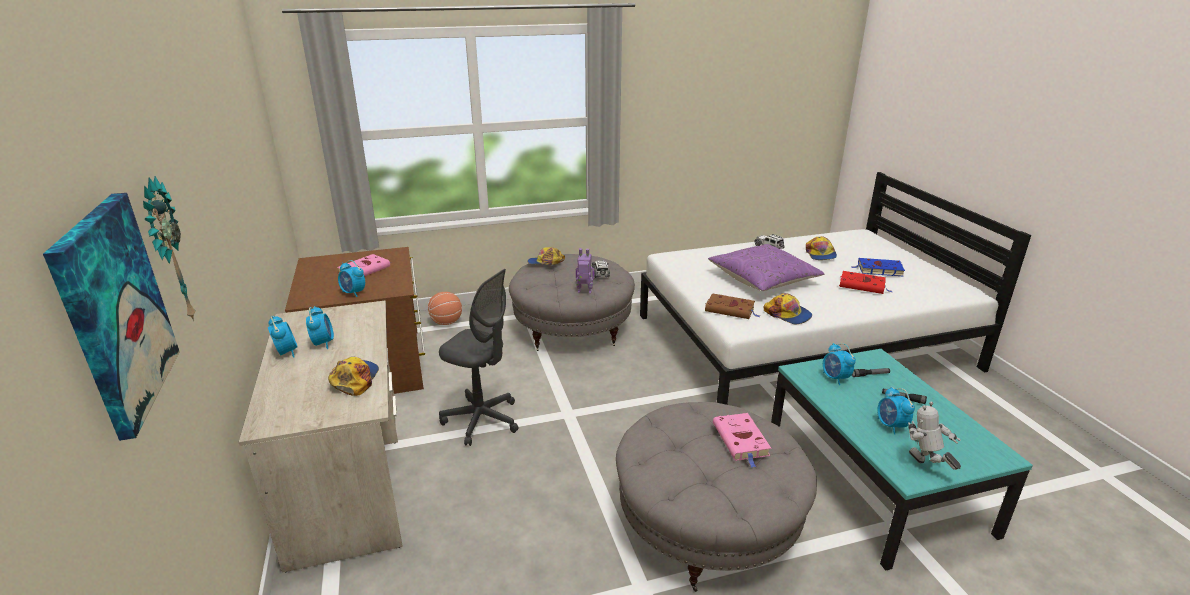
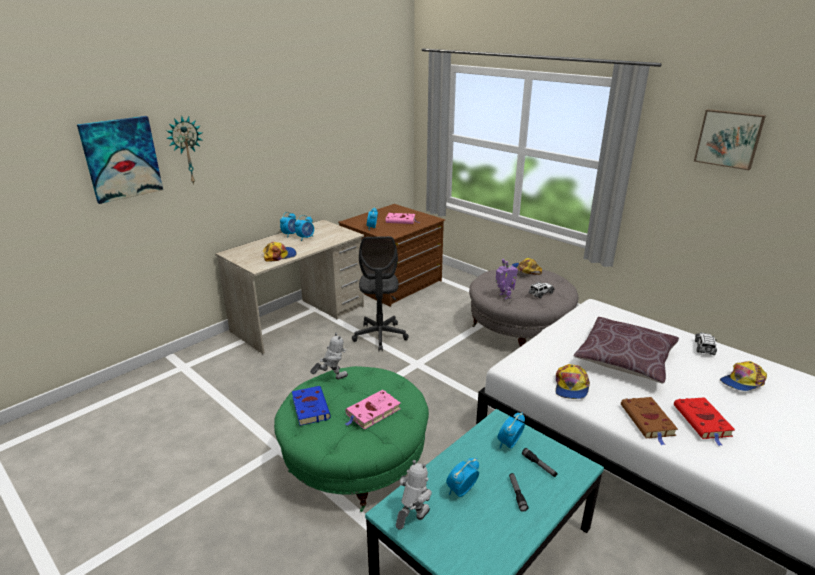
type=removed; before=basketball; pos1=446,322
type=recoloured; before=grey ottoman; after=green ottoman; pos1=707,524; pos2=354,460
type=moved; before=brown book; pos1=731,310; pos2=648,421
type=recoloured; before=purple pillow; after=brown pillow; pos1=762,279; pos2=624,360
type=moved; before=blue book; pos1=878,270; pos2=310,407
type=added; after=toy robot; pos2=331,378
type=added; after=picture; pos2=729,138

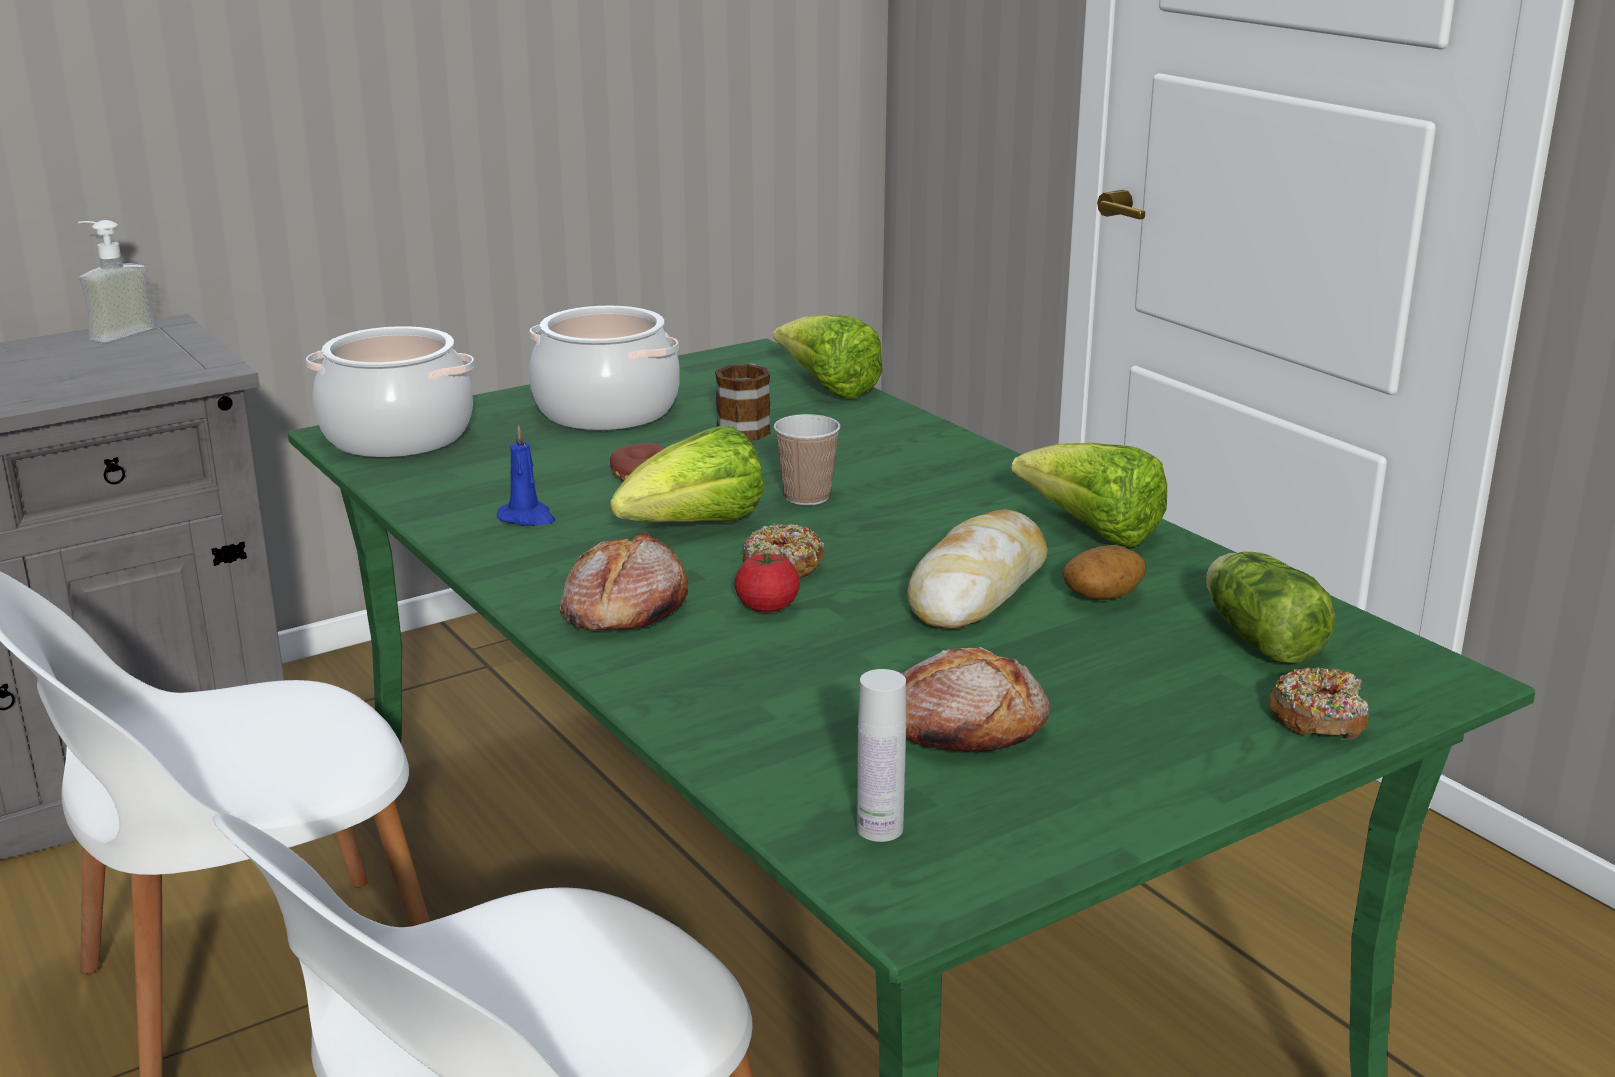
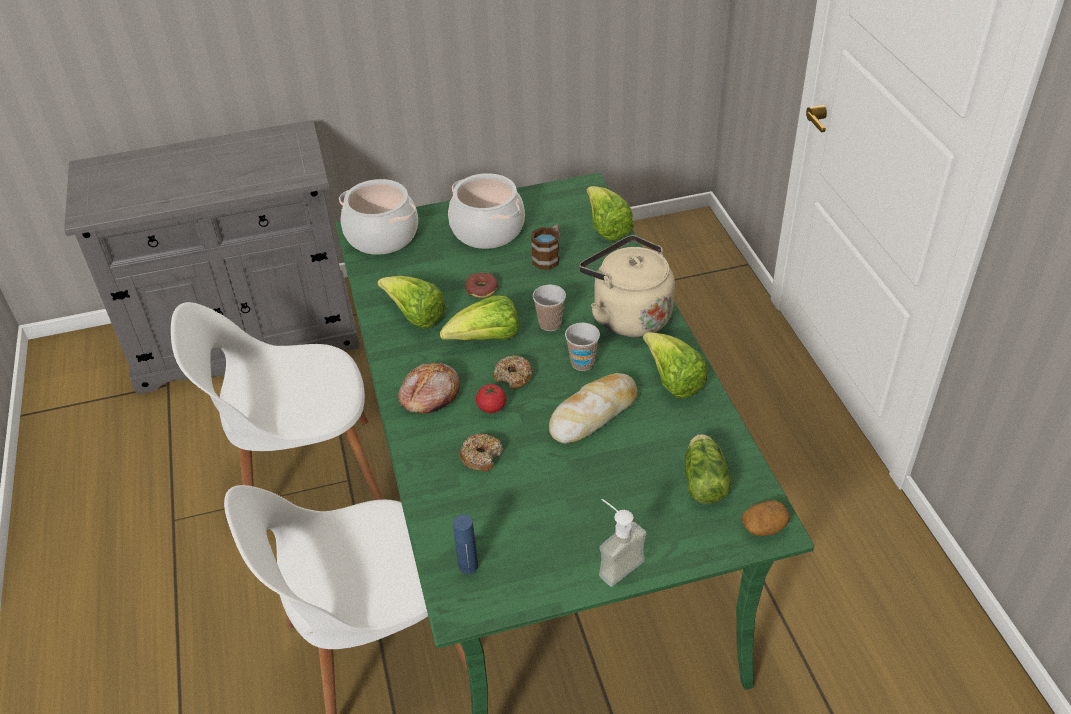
type=moved; before=soap dispenser; pos1=114,332; pos2=614,562
type=replaced; before=blue candle; after=lettuce; pos1=527,518; pos2=415,316
type=recoloured; before=white bottle; after=blue bottle; pos1=879,828; pos2=468,565
type=removed; before=bread; pos1=962,726
type=moved; before=potato; pos1=1102,595; pos2=764,527
type=moved; before=donut; pos1=1318,718; pos2=481,456
type=added; after=cup; pos2=582,363
type=added; after=beige kettle; pos2=627,315

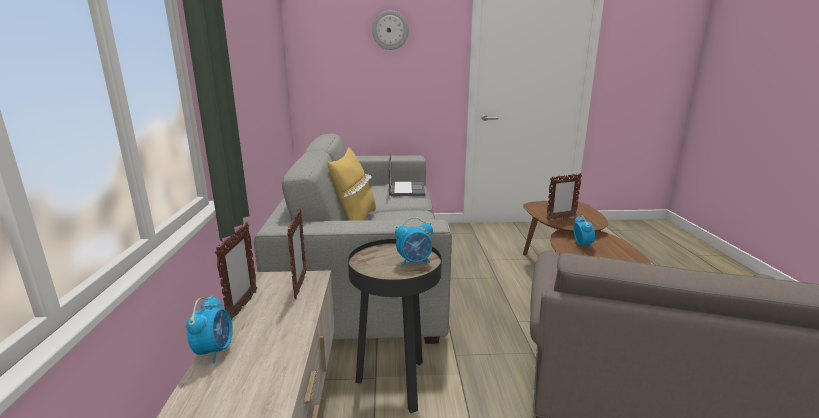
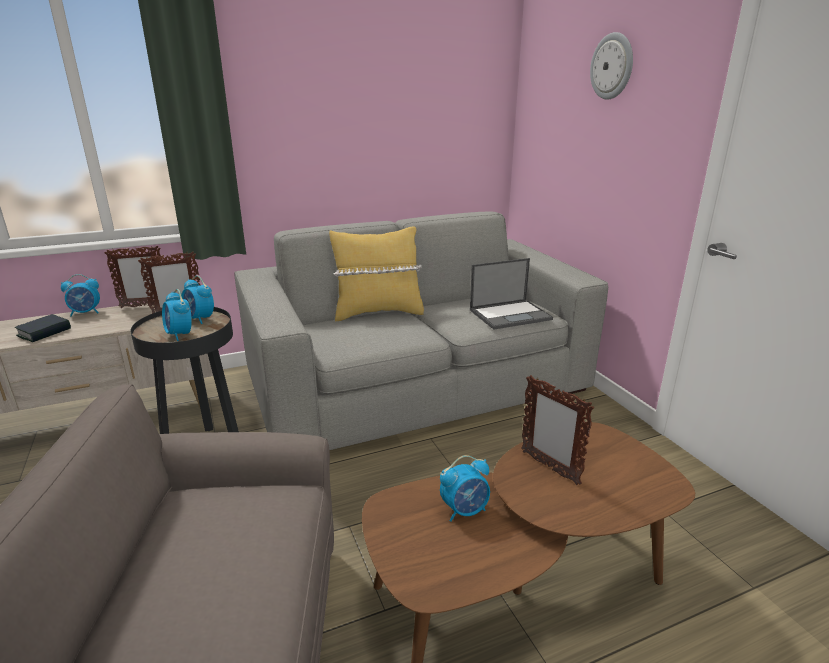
type=added; after=book; pos2=44,332
type=added; after=alarm clock; pos2=200,319

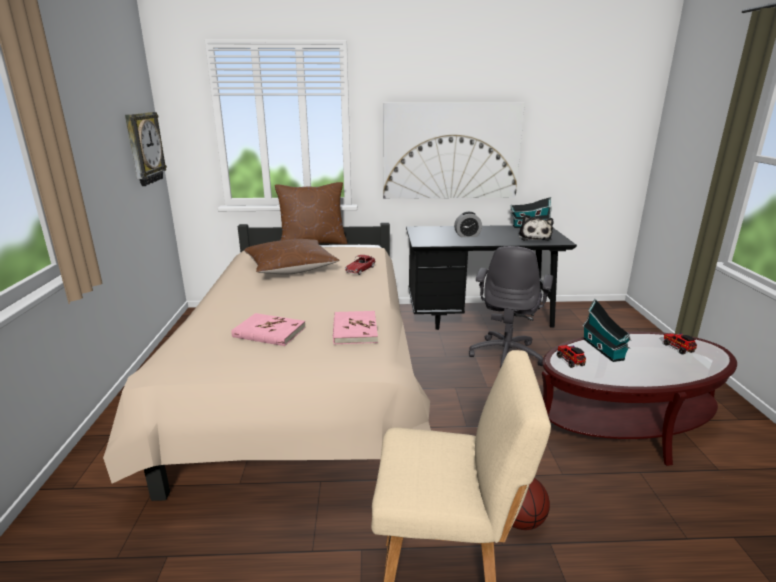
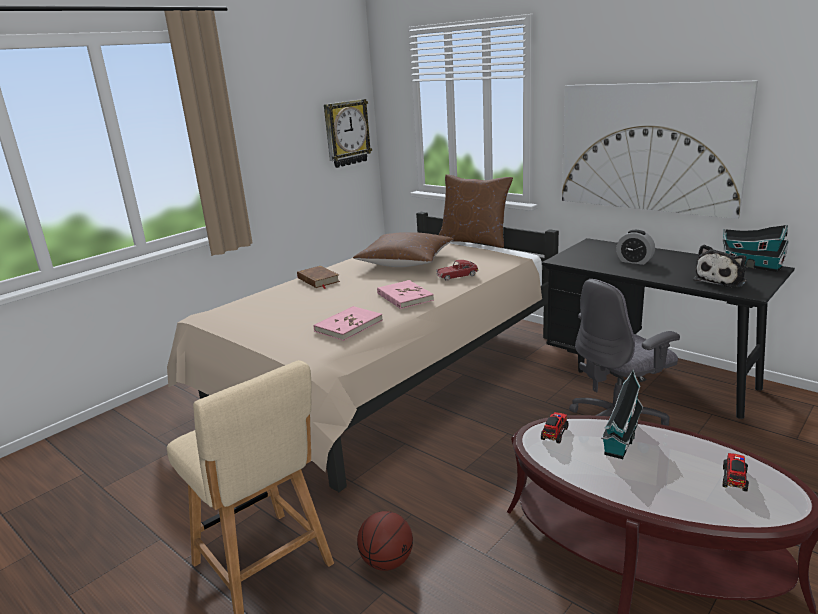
type=moved; before=pink book; pos1=269,332; pos2=404,297
type=added; after=brown book; pos2=318,280

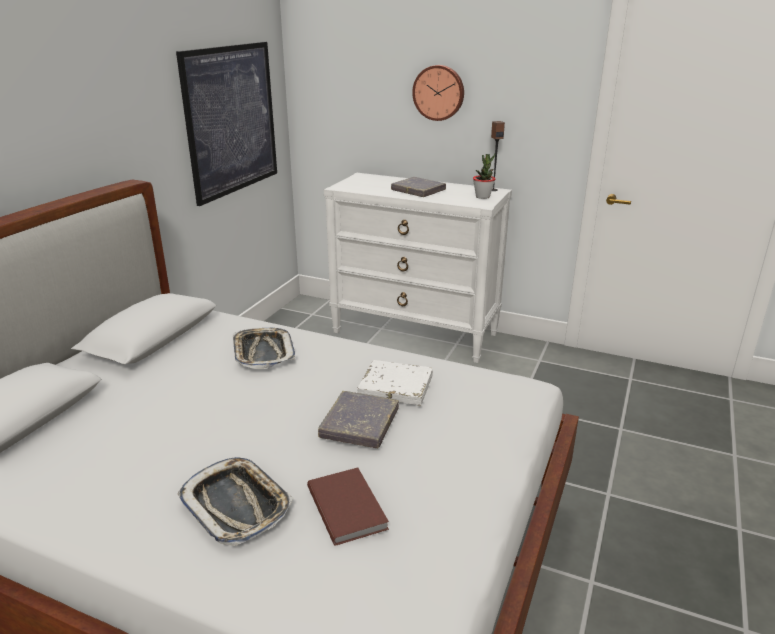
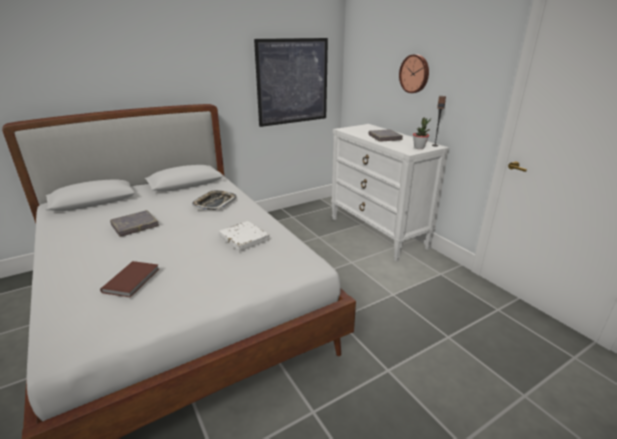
type=removed; before=tray; pos1=237,505
type=moved; before=grey book; pos1=359,424; pos2=135,226

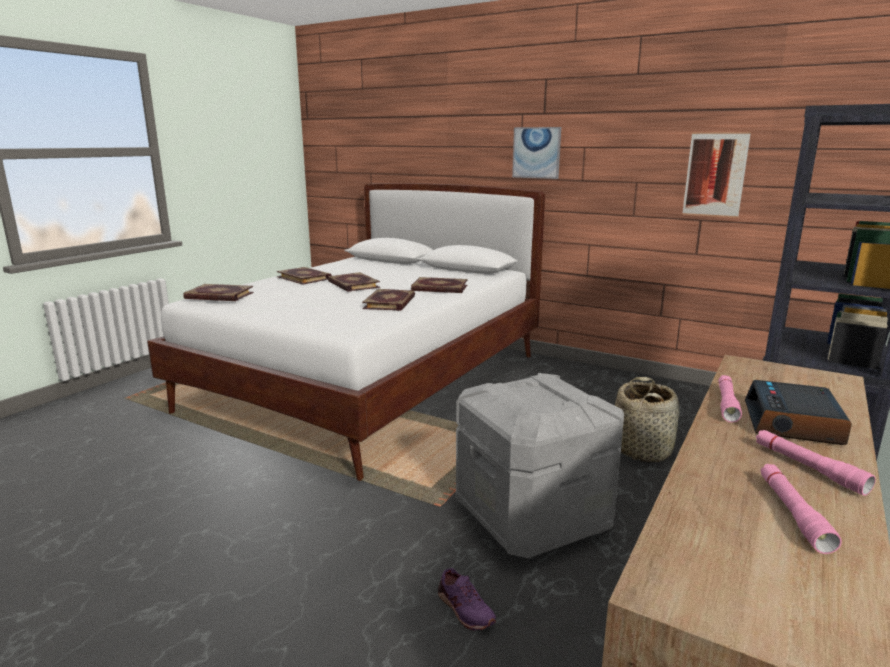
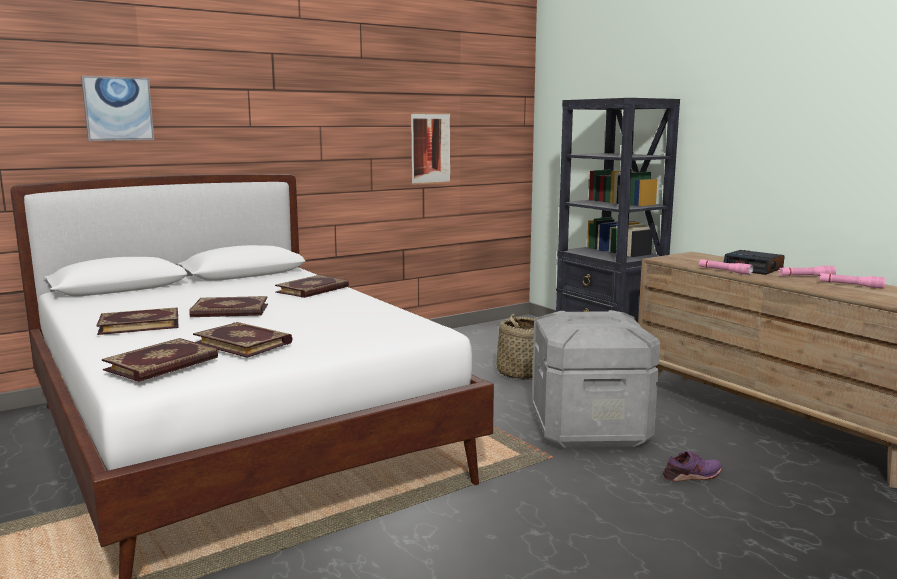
type=moved; before=book; pos1=390,302; pos2=244,342
type=moved; before=picture; pos1=536,152; pos2=118,109

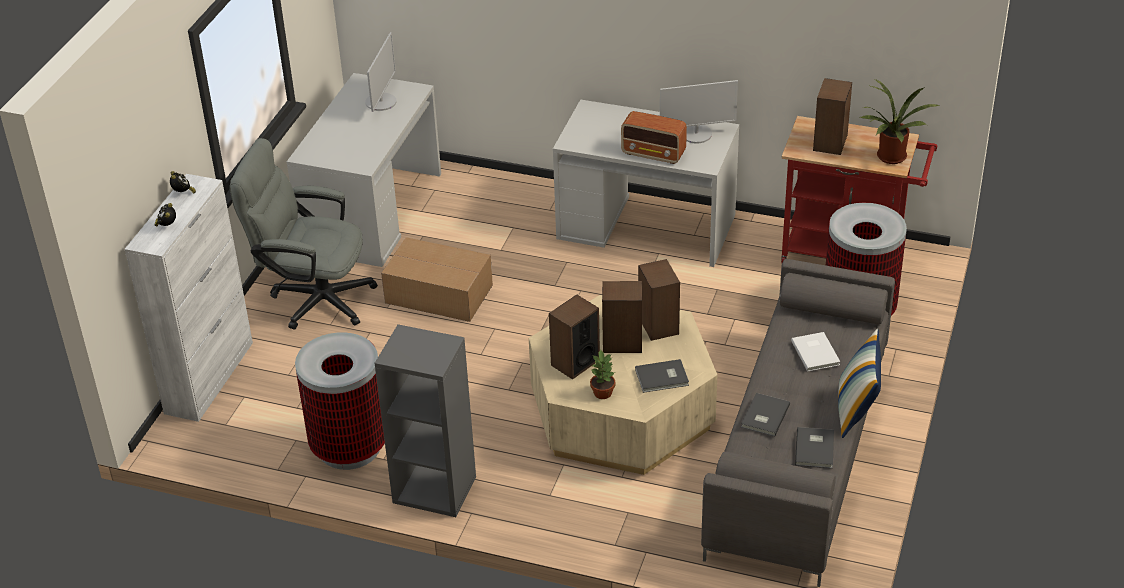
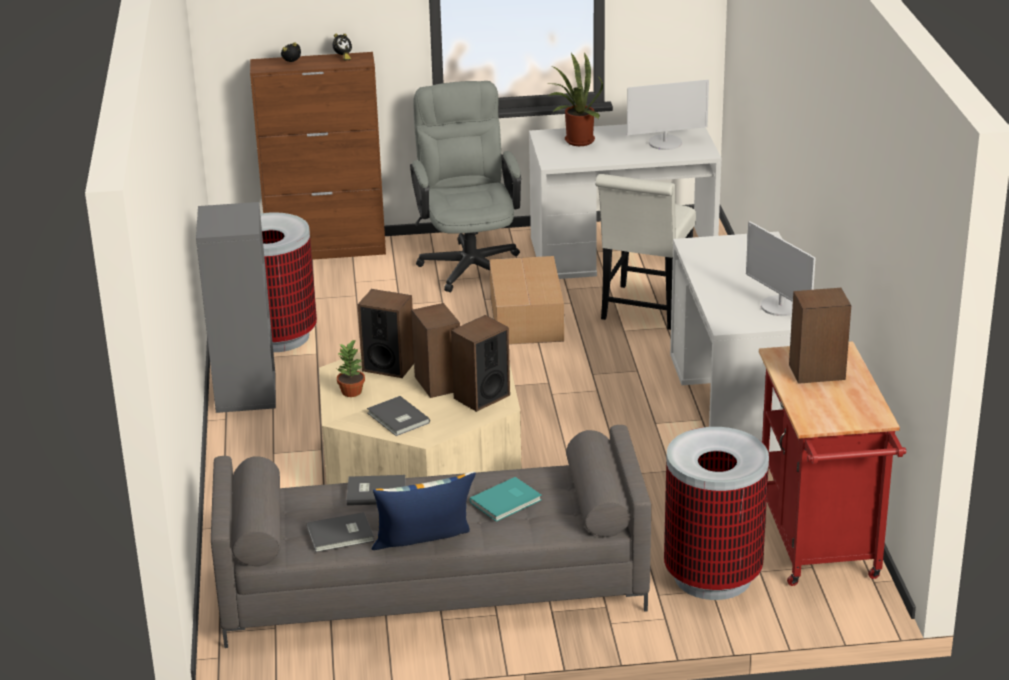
type=recoloured; before=white cabinet; after=brown cabinet; pos1=210,377; pos2=327,250
type=removed; before=radio; pos1=654,154
type=recoloured; before=white book; after=turquoise book; pos1=816,352; pos2=507,501
type=moved; before=potted plant; pos1=890,158; pos2=576,141
type=added; after=white chair; pos2=644,311

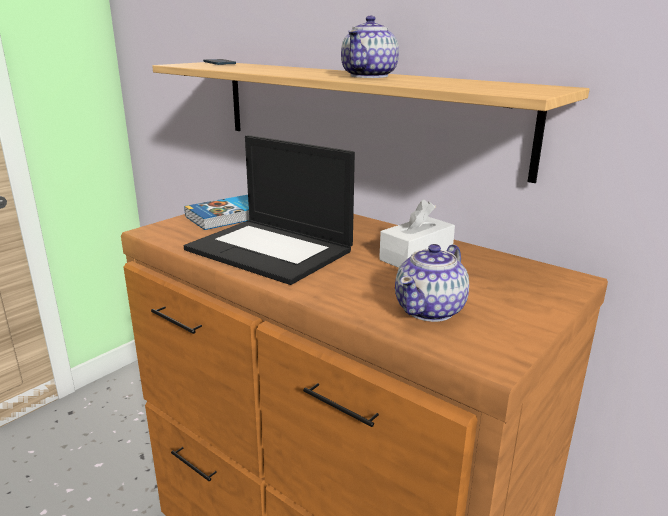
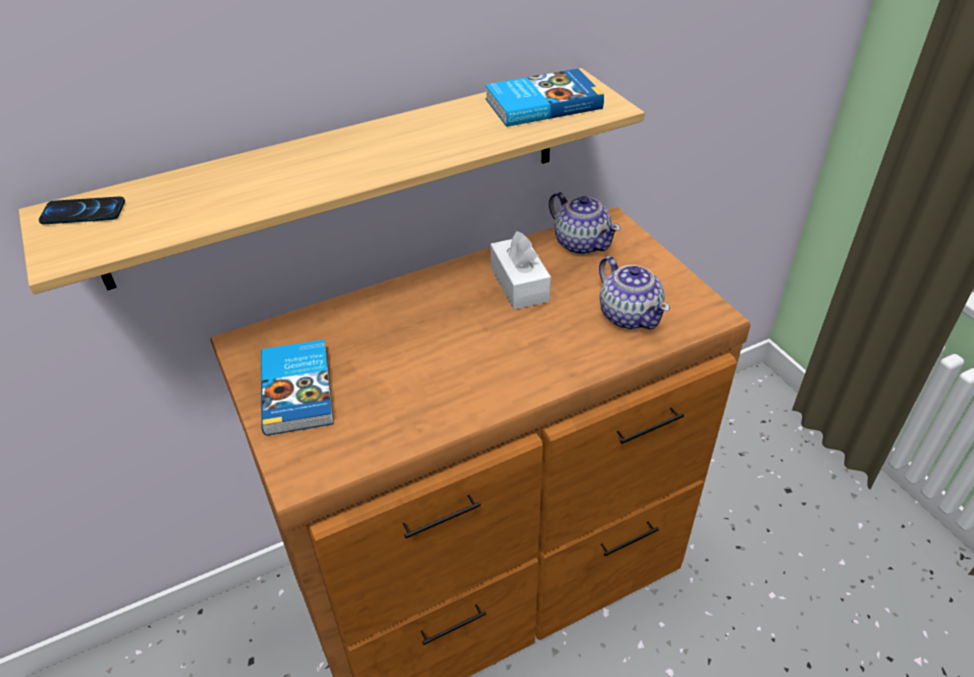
type=removed; before=laptop; pos1=271,250
type=moved; before=teapot; pos1=370,76; pos2=581,243
type=added; after=book; pos2=541,103

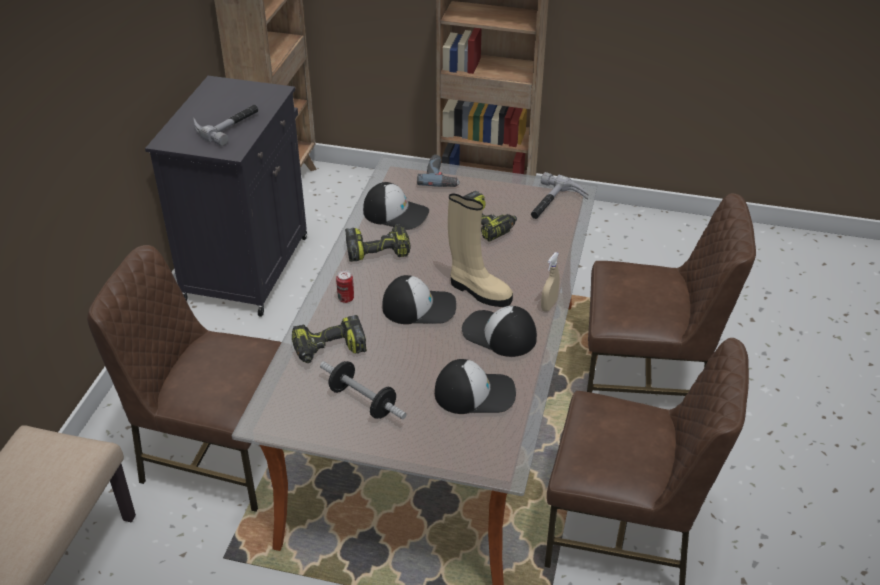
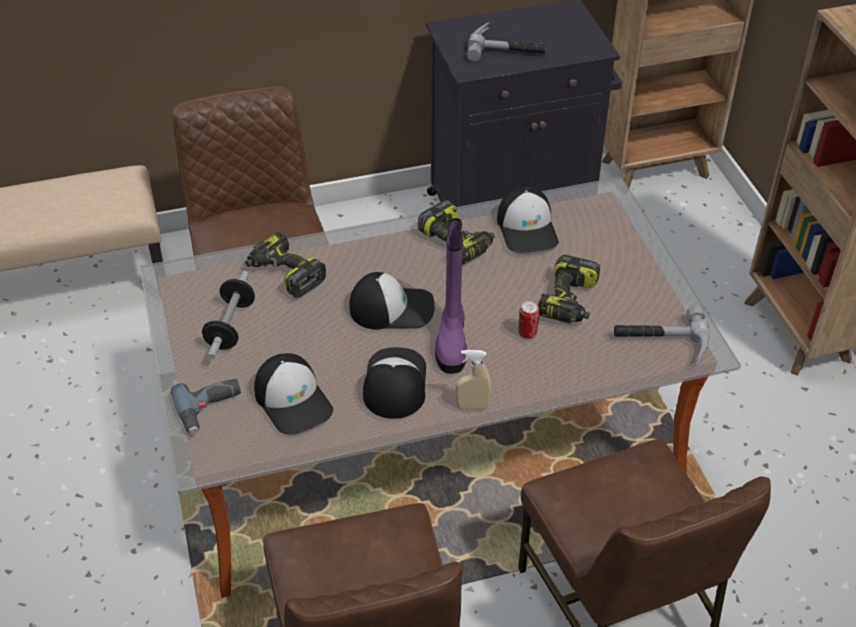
type=moved; before=can; pos1=346,298; pos2=527,333
type=turned; before=cap; pos1=419,307; pos2=392,308; turn=-60
type=moved; before=power drill; pos1=441,176; pos2=210,409
type=recoloured; before=beige boot; after=purple boot; pos1=478,291; pos2=451,340

